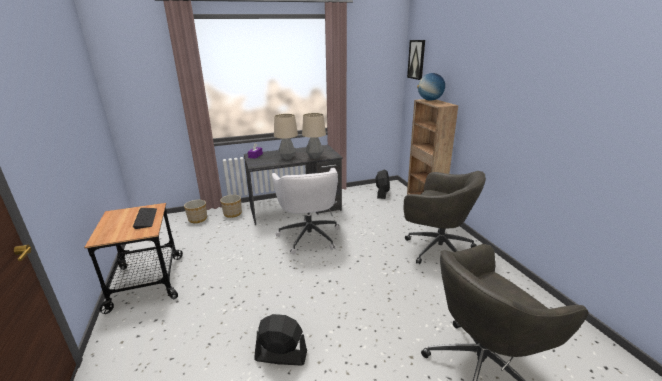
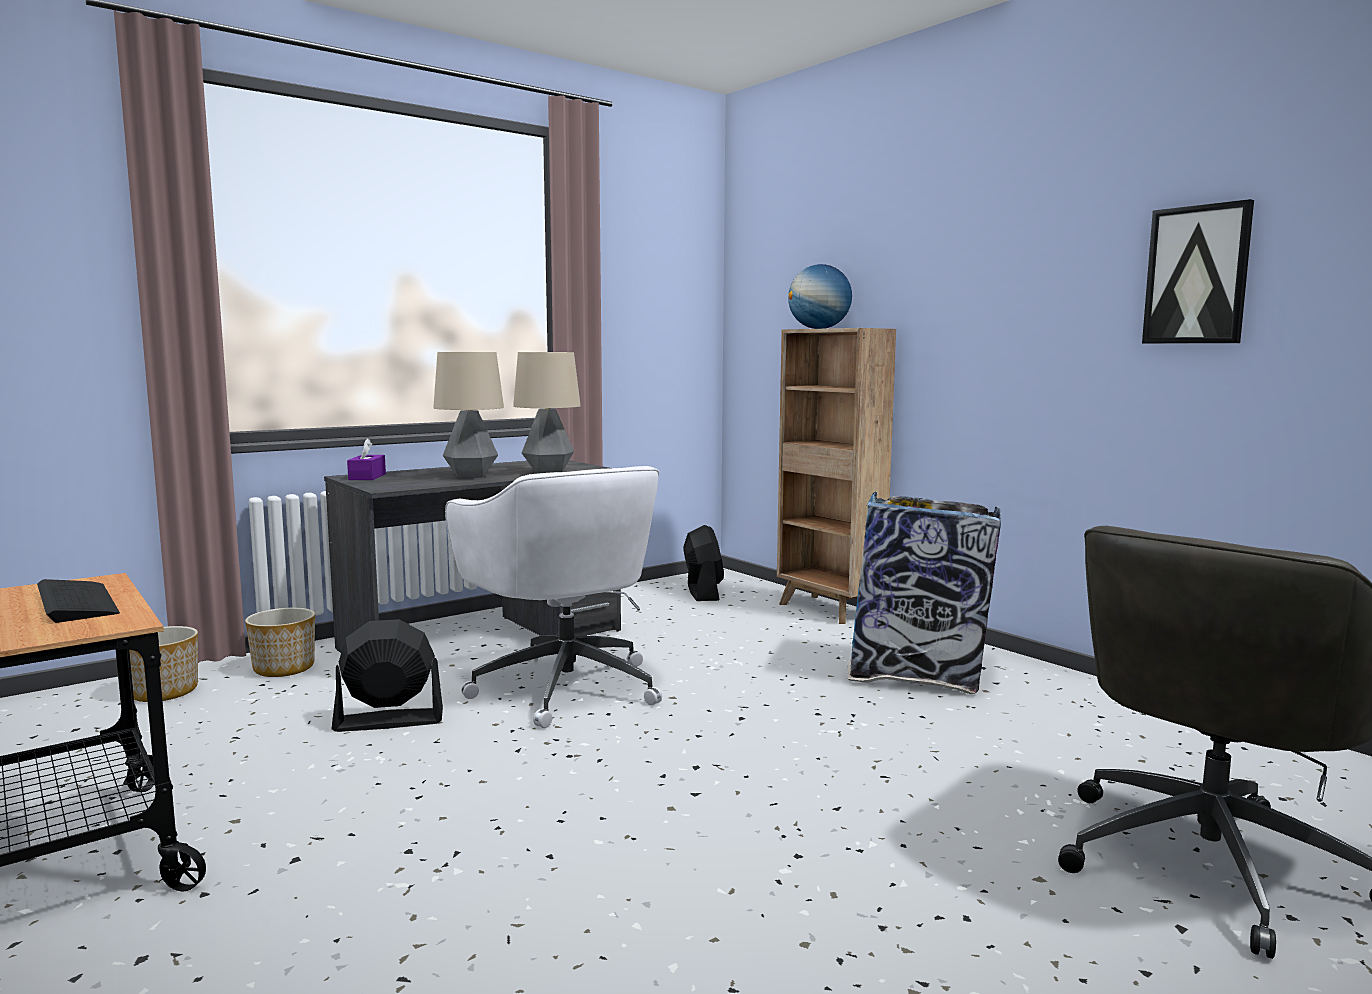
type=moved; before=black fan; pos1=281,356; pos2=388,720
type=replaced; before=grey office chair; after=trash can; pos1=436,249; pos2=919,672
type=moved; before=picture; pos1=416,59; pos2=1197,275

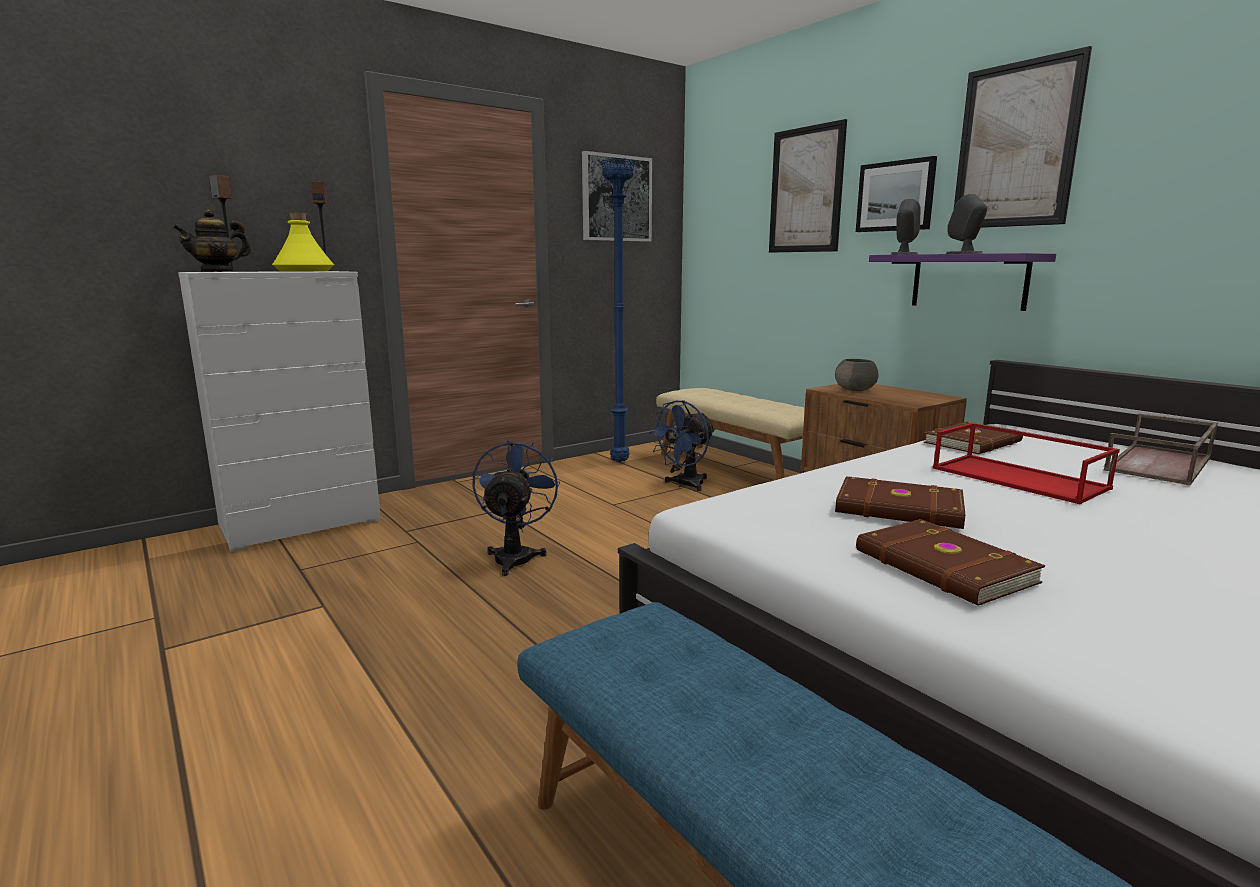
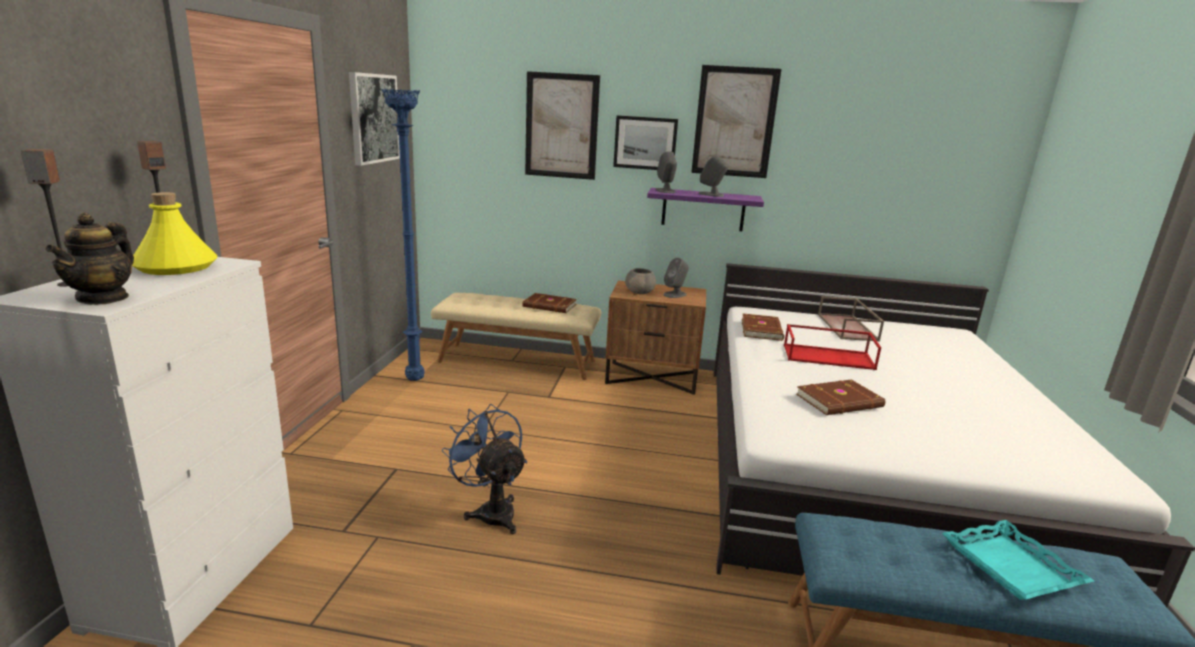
type=removed; before=blue fan; pos1=684,485
type=moved; before=brown book; pos1=943,567; pos2=549,306
type=added; after=grey speaker; pos2=675,294
type=added; after=turquoise tray; pos2=1010,566

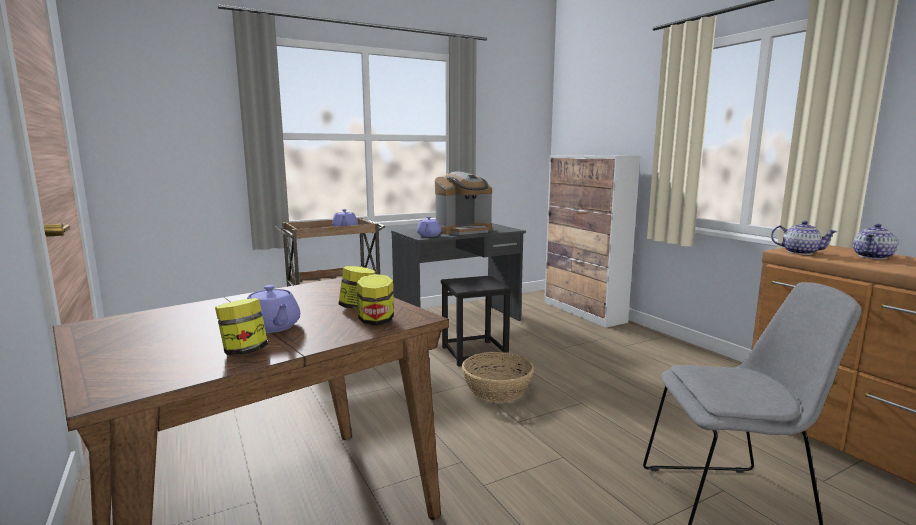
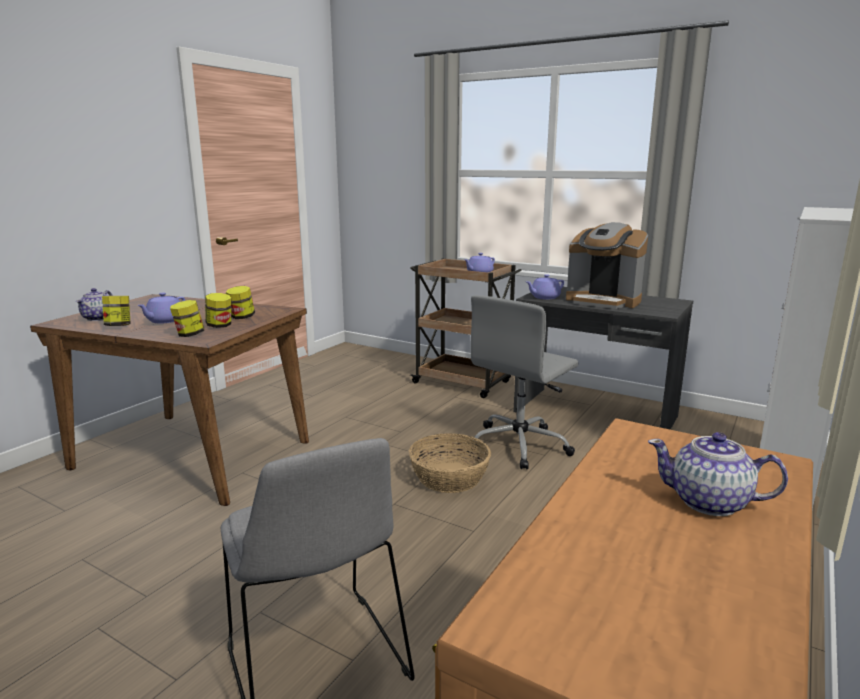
type=replaced; before=black stool; after=grey office chair; pos1=474,353; pos2=520,445
type=moved; before=teapot; pos1=800,252; pos2=99,318
type=added; after=jar; pos2=241,317

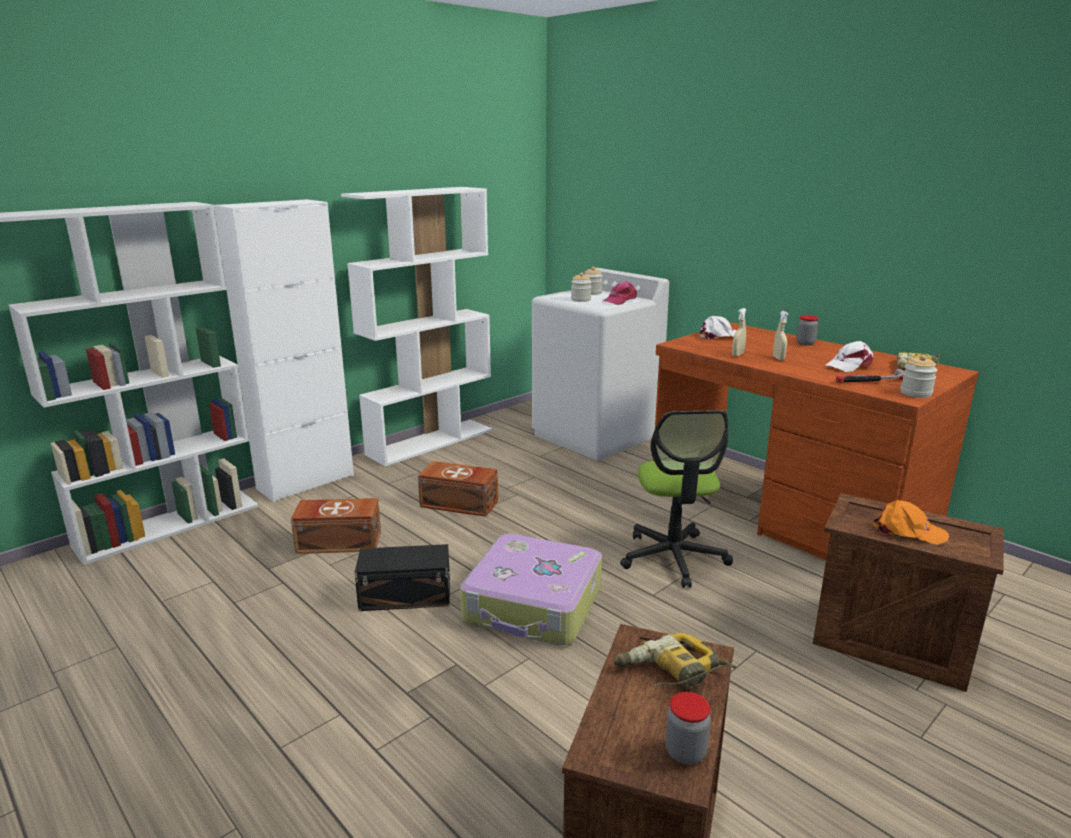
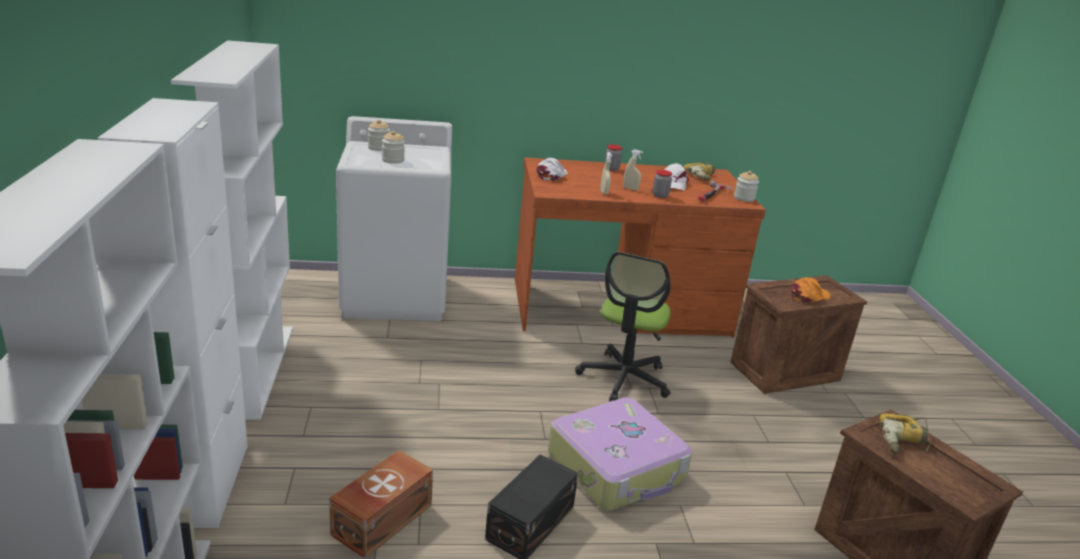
type=removed; before=brown storage box; pos1=459,504
type=removed; before=pink cap; pos1=620,300
type=turned; before=office chair; pos1=673,558; pos2=624,378; turn=75
type=moved; before=jar; pos1=685,752; pos2=660,195

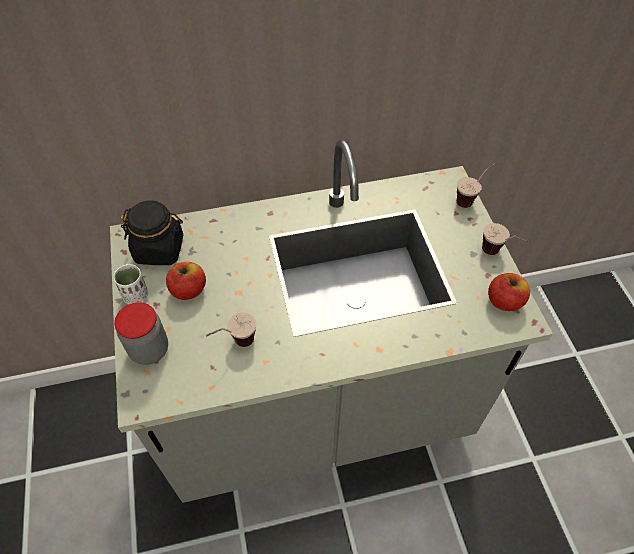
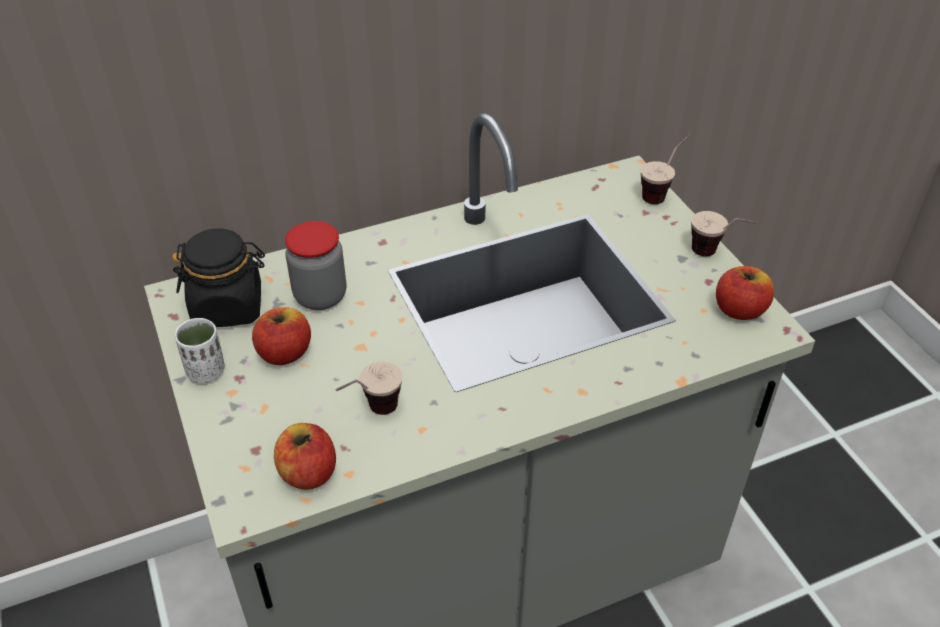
type=moved; before=jar; pos1=149,350; pos2=320,296
type=added; after=apple; pos2=308,473

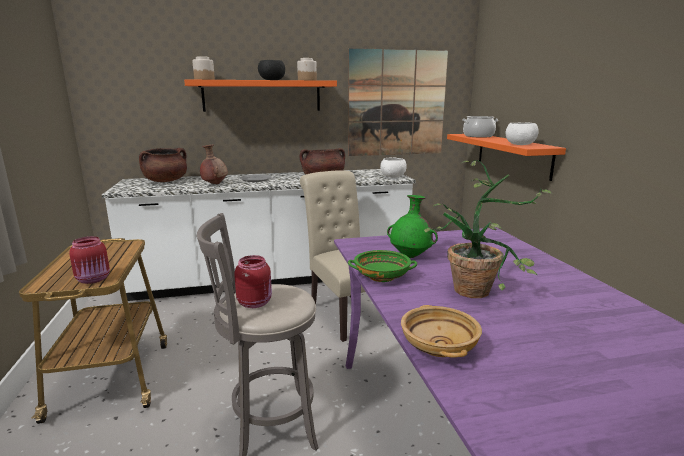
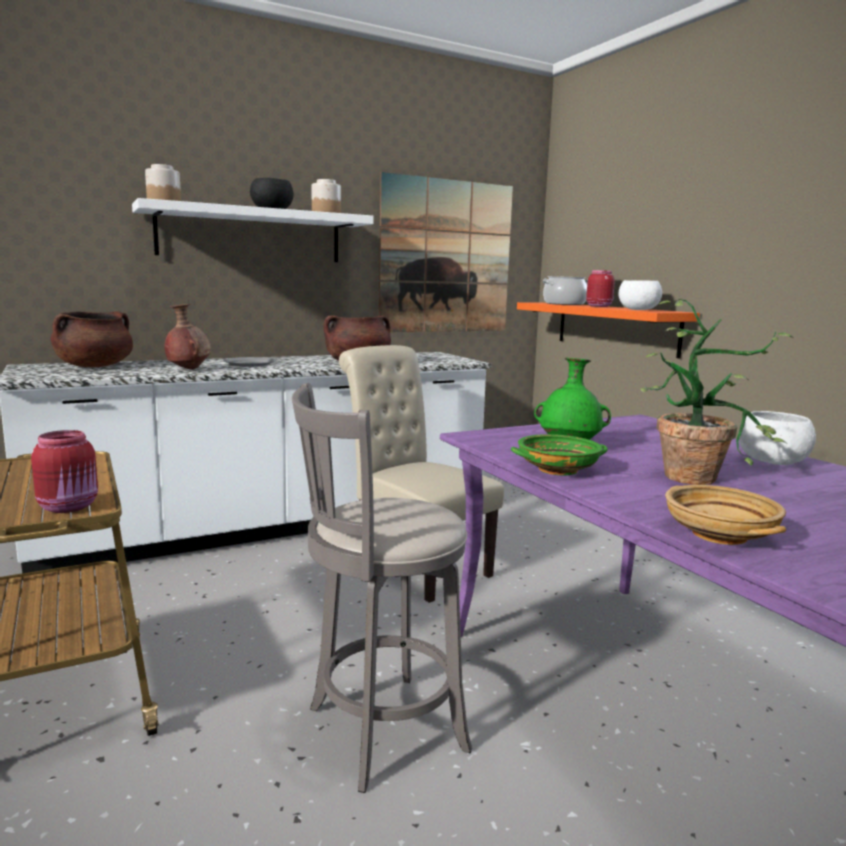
type=recoloured; before=orange shelf; after=white shelf; pos1=262,96; pos2=251,235
type=moved; before=red jar; pos1=255,302; pos2=599,306
type=moved; before=white bowl; pos1=392,176; pos2=771,462

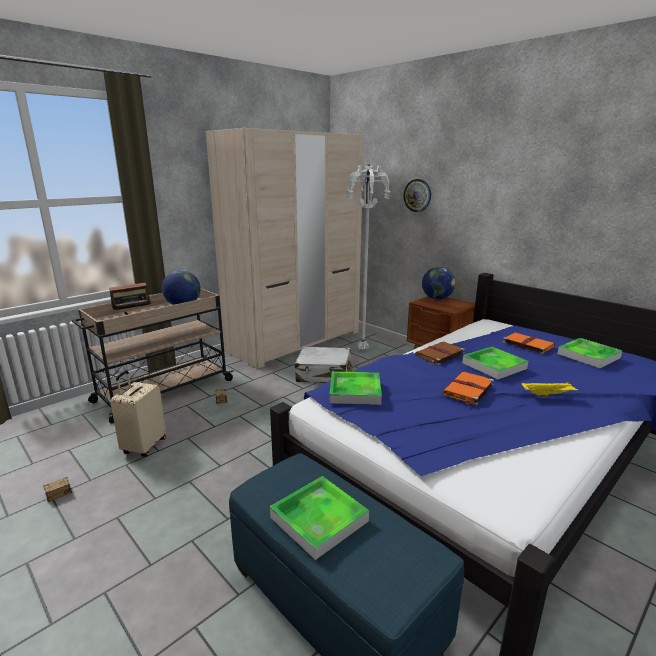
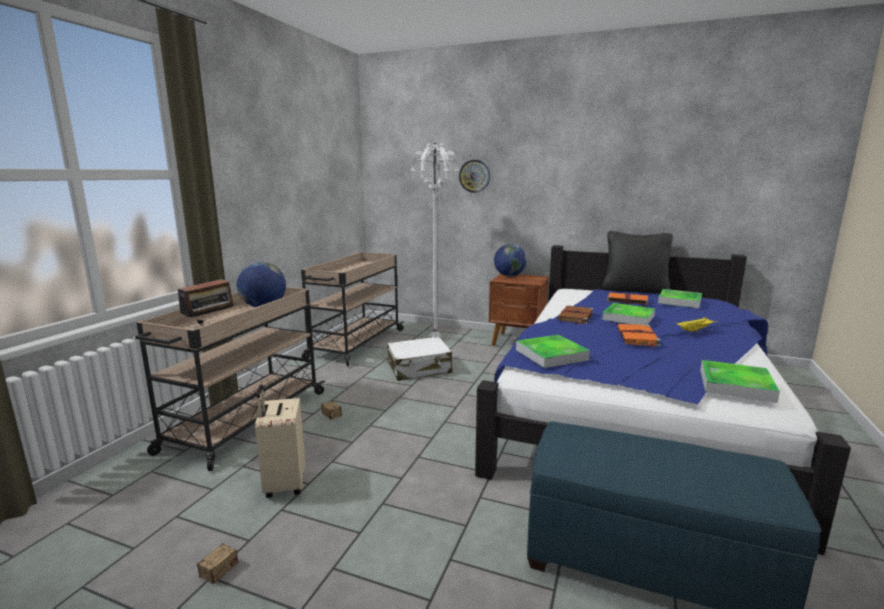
type=replaced; before=beige wardrobe; after=beige cart; pos1=295,341; pos2=356,344
type=moved; before=tray; pos1=319,519; pos2=736,385
type=added; after=black pillow; pos2=634,290

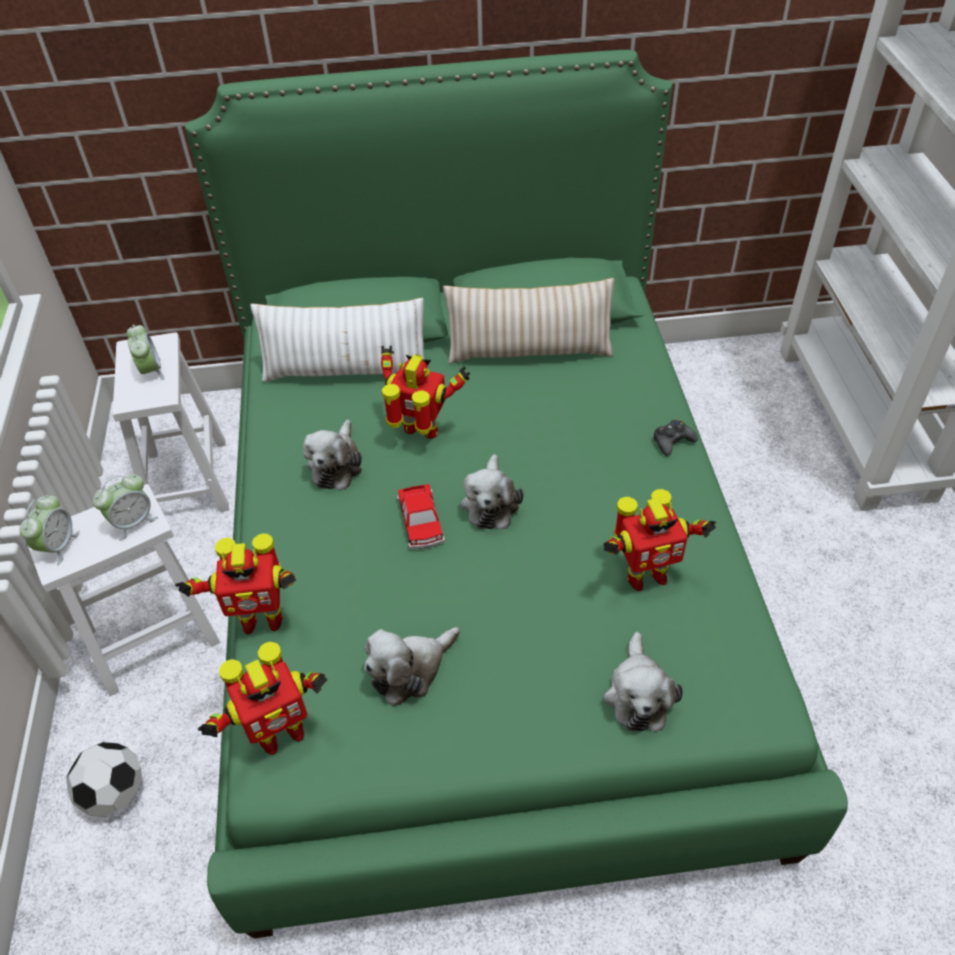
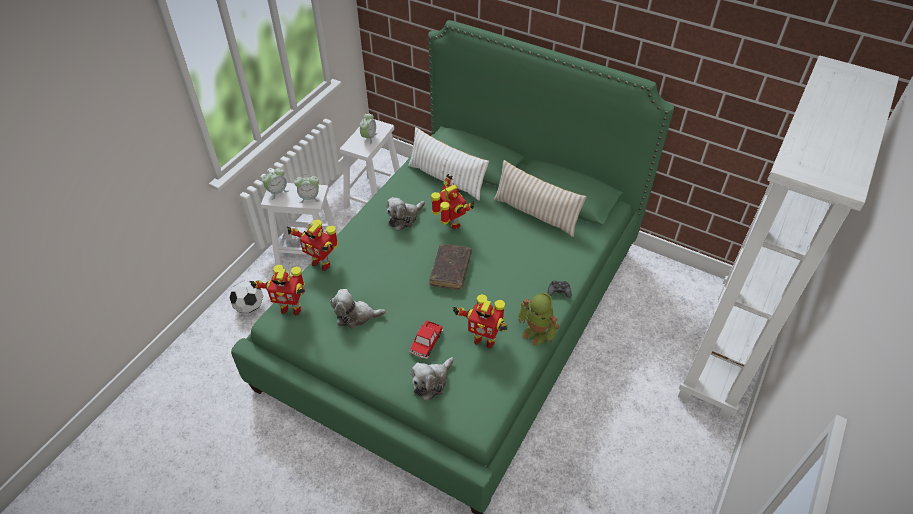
type=moved; before=toy car; pos1=421,522; pos2=426,342
type=replaced; before=plush toy; after=brown book; pos1=490,502; pos2=450,270
type=added; after=toy robot; pos2=537,333

